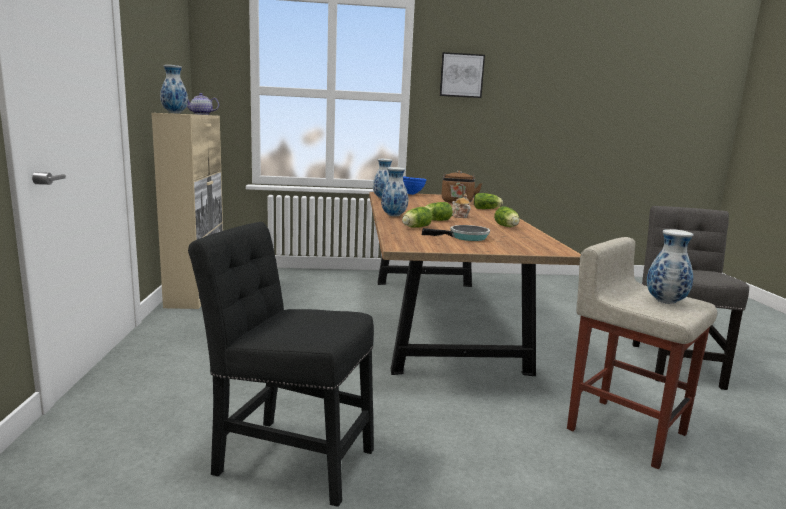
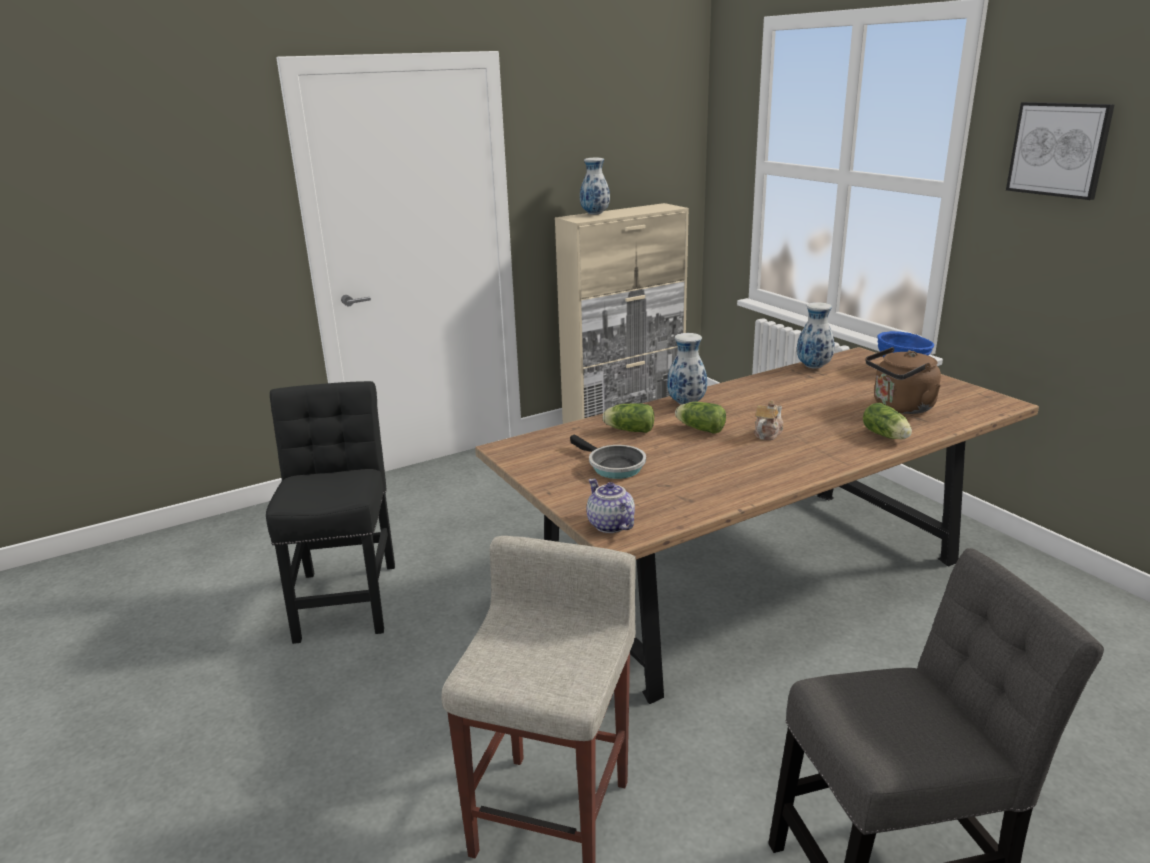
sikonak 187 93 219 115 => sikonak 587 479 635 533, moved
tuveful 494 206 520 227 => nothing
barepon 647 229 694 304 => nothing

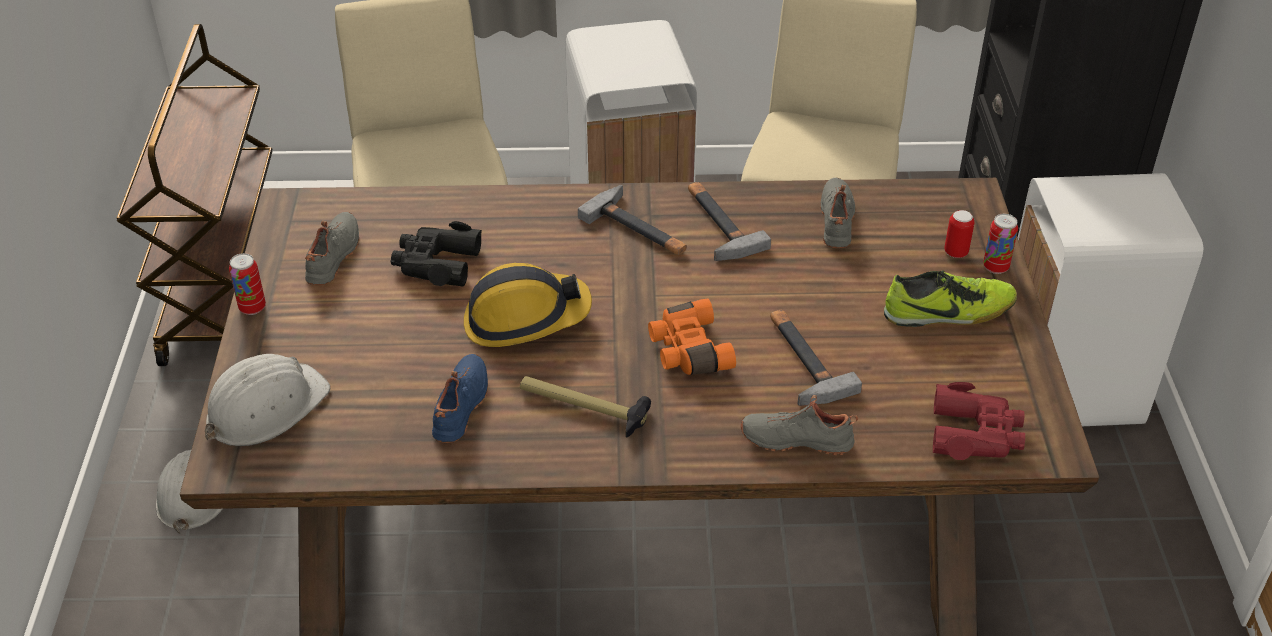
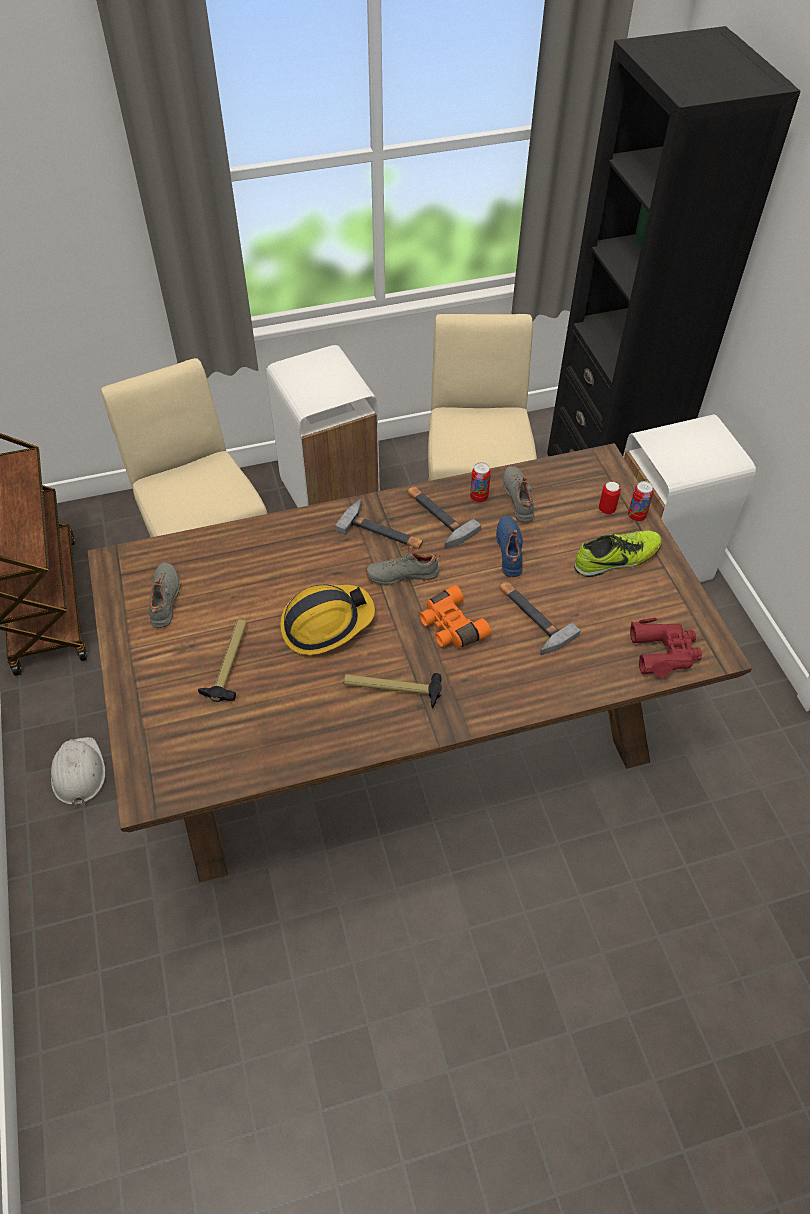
nothing => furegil 198 619 247 702
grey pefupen 741 395 858 456 => grey pefupen 366 546 441 586, moved
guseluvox 229 253 266 315 => guseluvox 470 462 491 503, moved
blue pefupen 432 354 488 443 => blue pefupen 496 516 523 577, moved
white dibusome 205 354 330 446 => nothing
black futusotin 391 221 482 286 => nothing

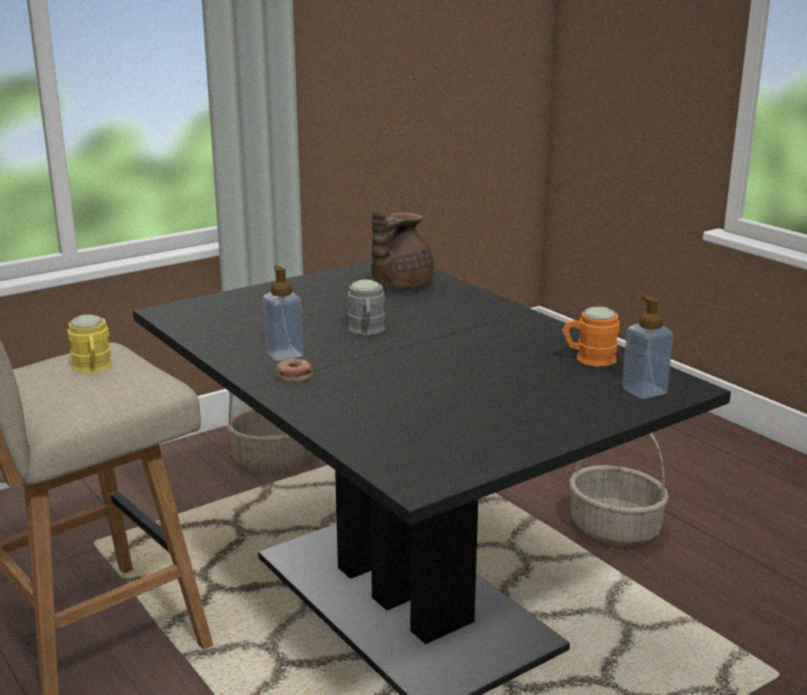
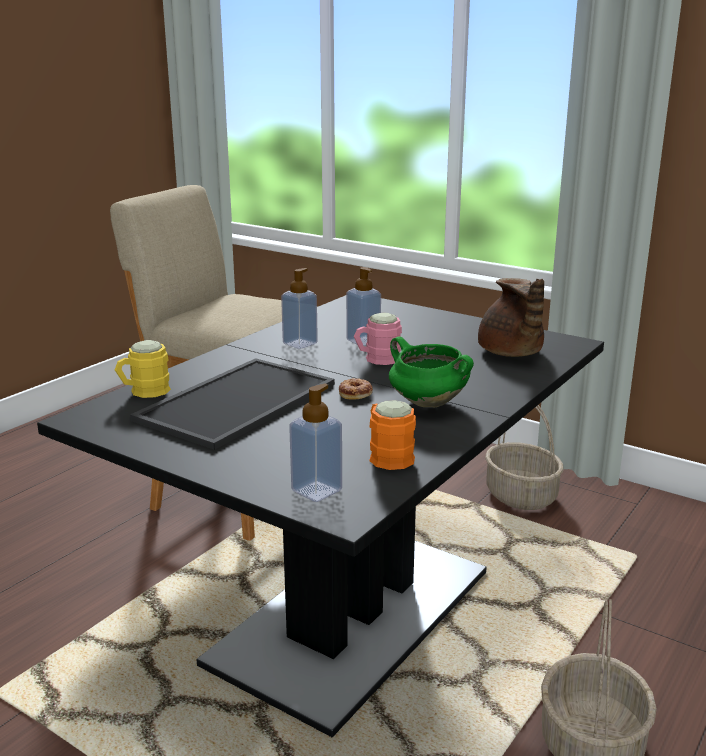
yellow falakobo 68 314 113 374 => yellow falakobo 115 340 171 398, moved
nothing => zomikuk 130 358 335 450
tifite 276 358 313 381 => tifite 339 378 373 399, moved
nothing => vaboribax 346 267 381 346
grey falakobo 348 279 385 335 => pink falakobo 354 313 402 365
nothing => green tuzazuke 389 336 474 407
brown sikonak 371 211 434 288 => brown sikonak 478 278 544 357, 120 degrees counterclockwise

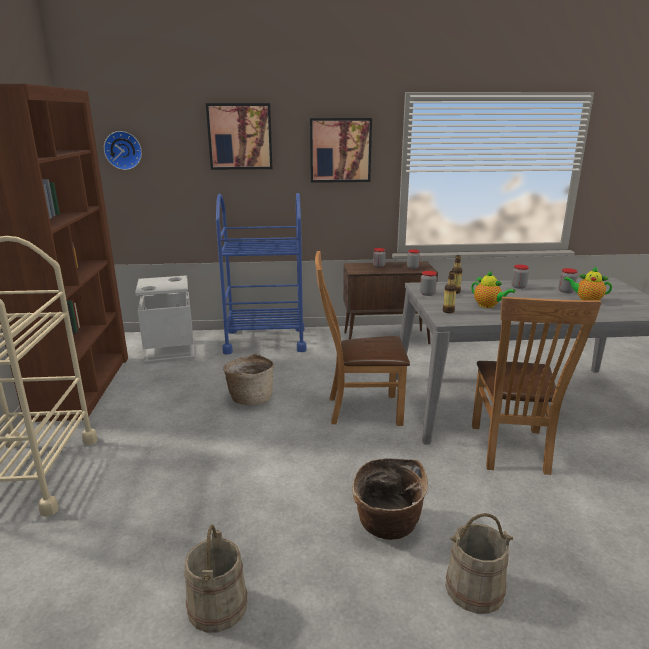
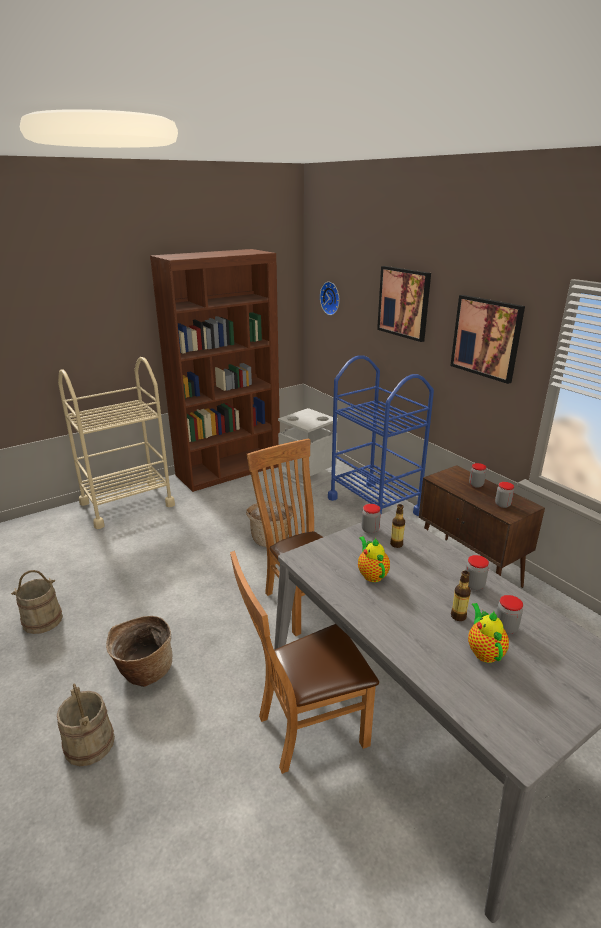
sikonak 471 271 515 308 => sikonak 358 536 390 582, 150 degrees clockwise
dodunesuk 443 271 456 313 => dodunesuk 451 571 471 621, moved

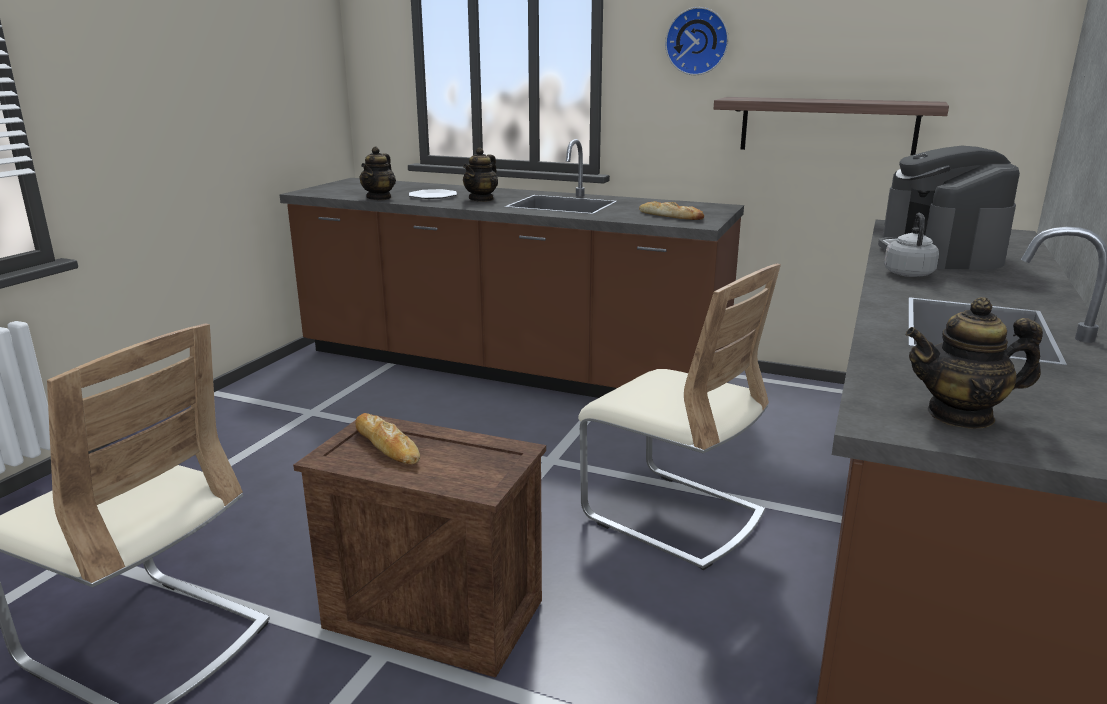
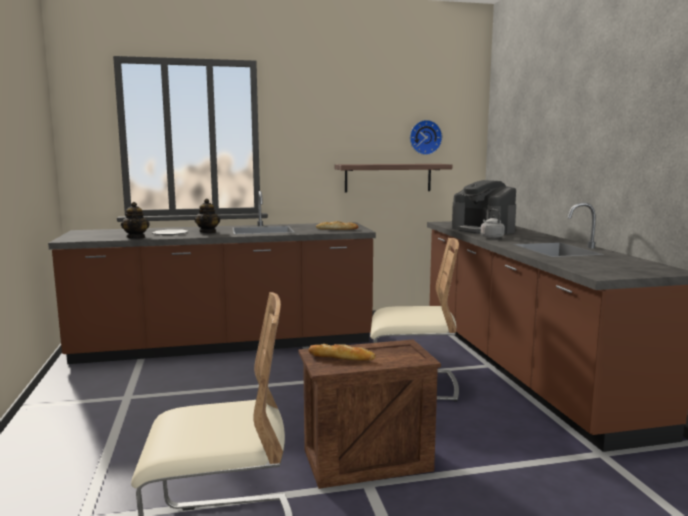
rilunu 665 7 729 75 => rilunu 410 120 442 155, moved
sikonak 906 297 1043 429 => nothing

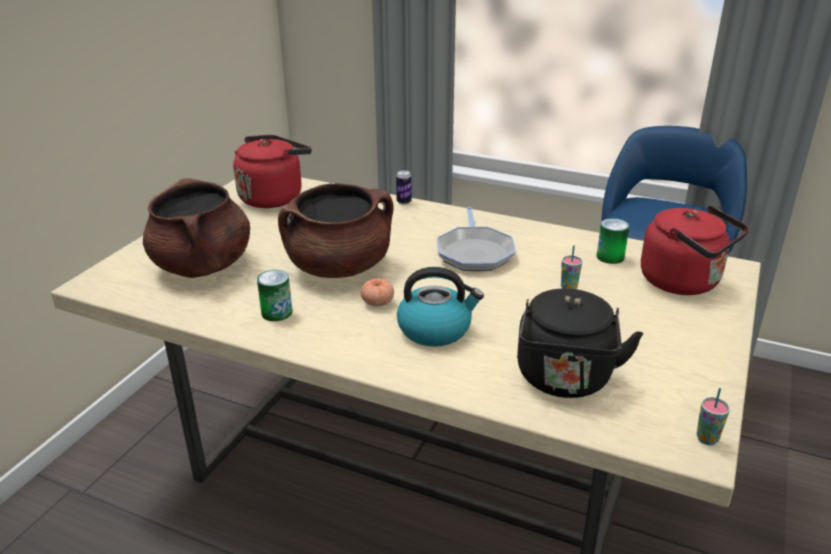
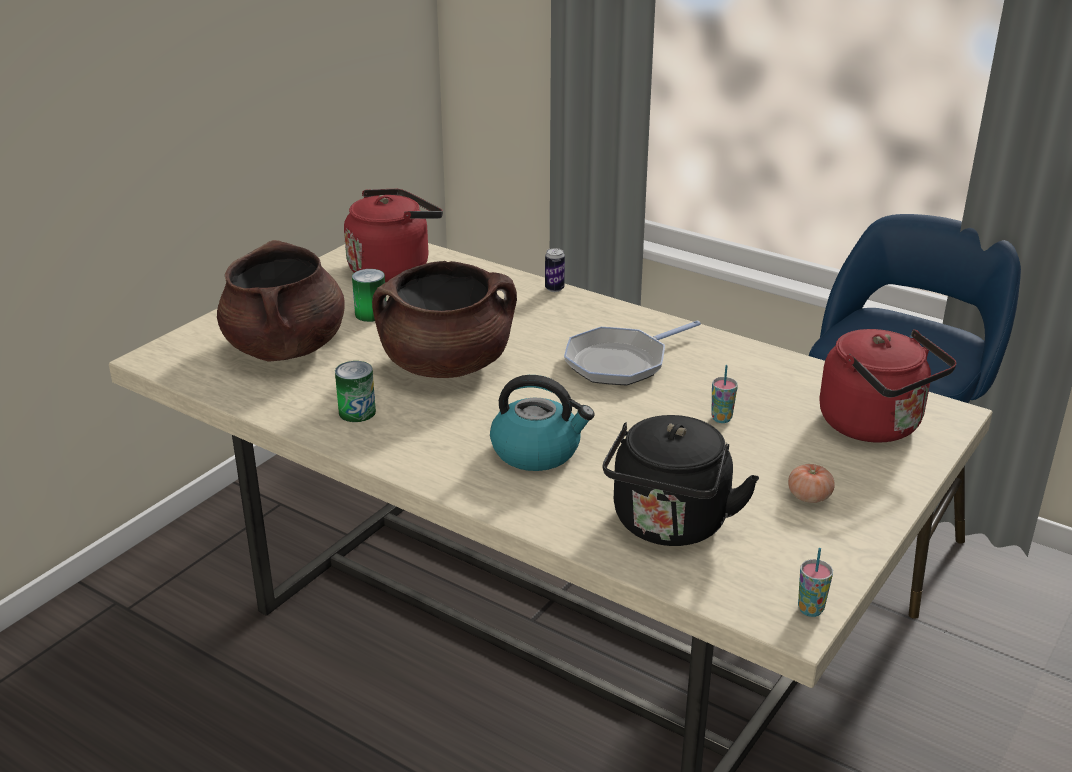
guseluvox 597 218 629 264 => guseluvox 352 269 386 322, moved
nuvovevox 437 207 516 271 => nuvovevox 564 321 701 385, 45 degrees clockwise
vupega 361 278 394 307 => vupega 788 464 835 503, moved

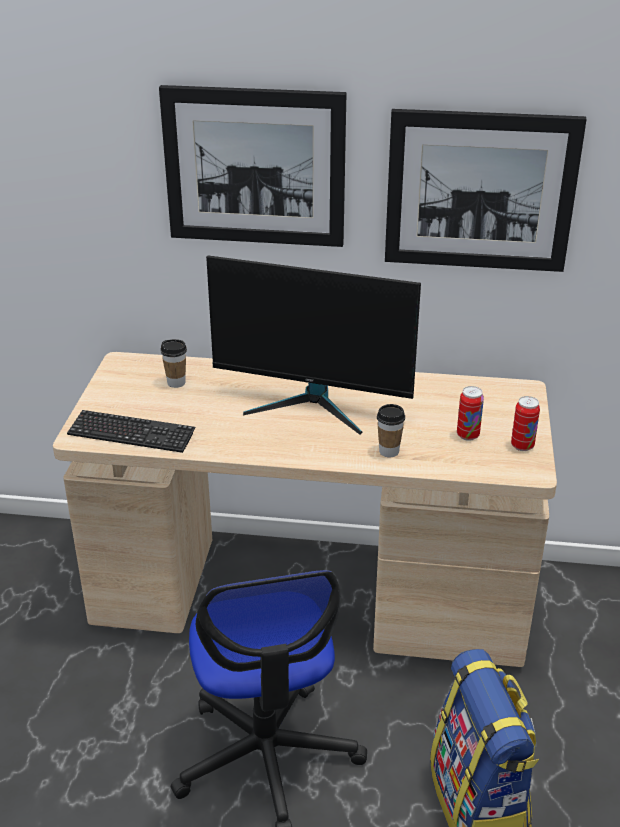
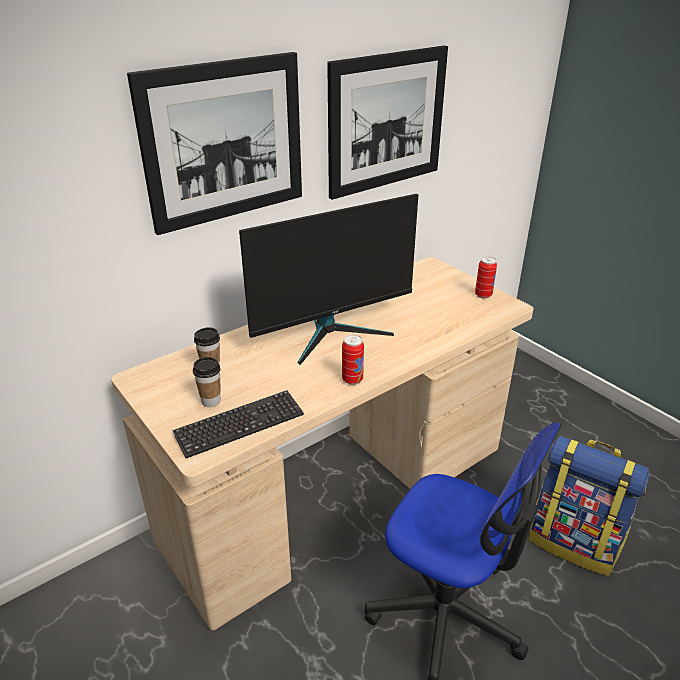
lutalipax 377 404 405 457 => lutalipax 193 357 221 407, moved
guseluvox 457 386 484 441 => guseluvox 342 335 364 385, moved

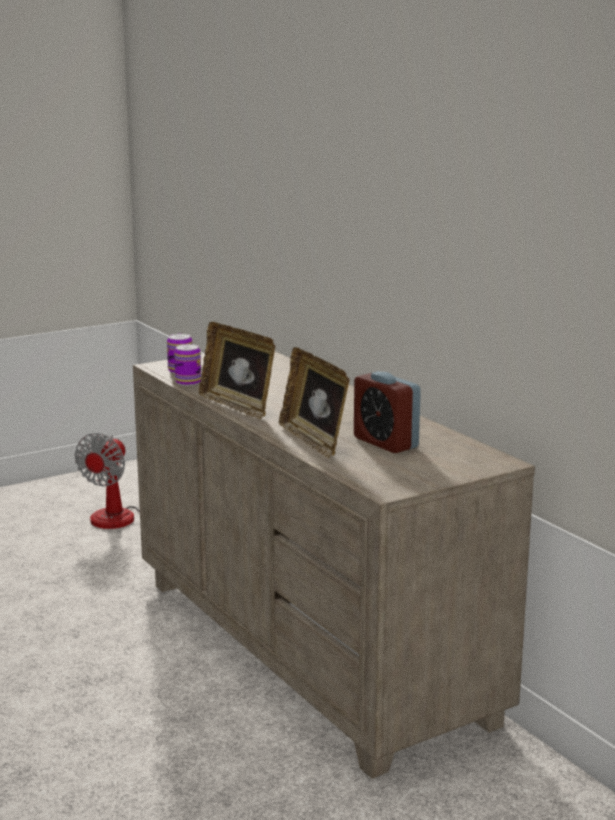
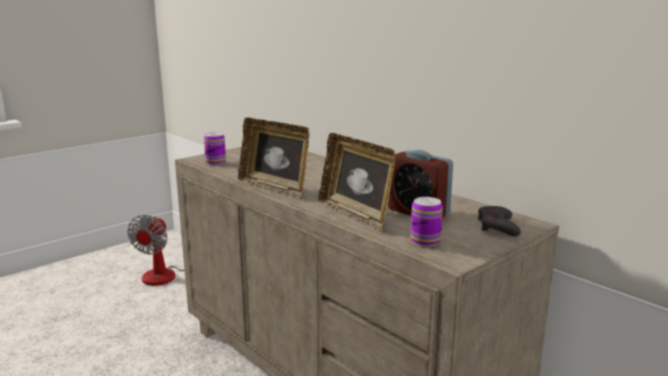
guseluvox 174 344 201 386 => guseluvox 411 197 443 246, moved
nothing => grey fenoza 478 206 521 237

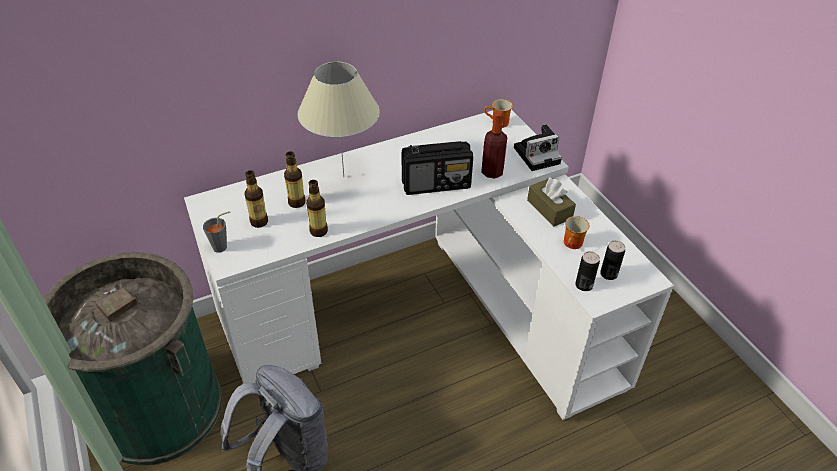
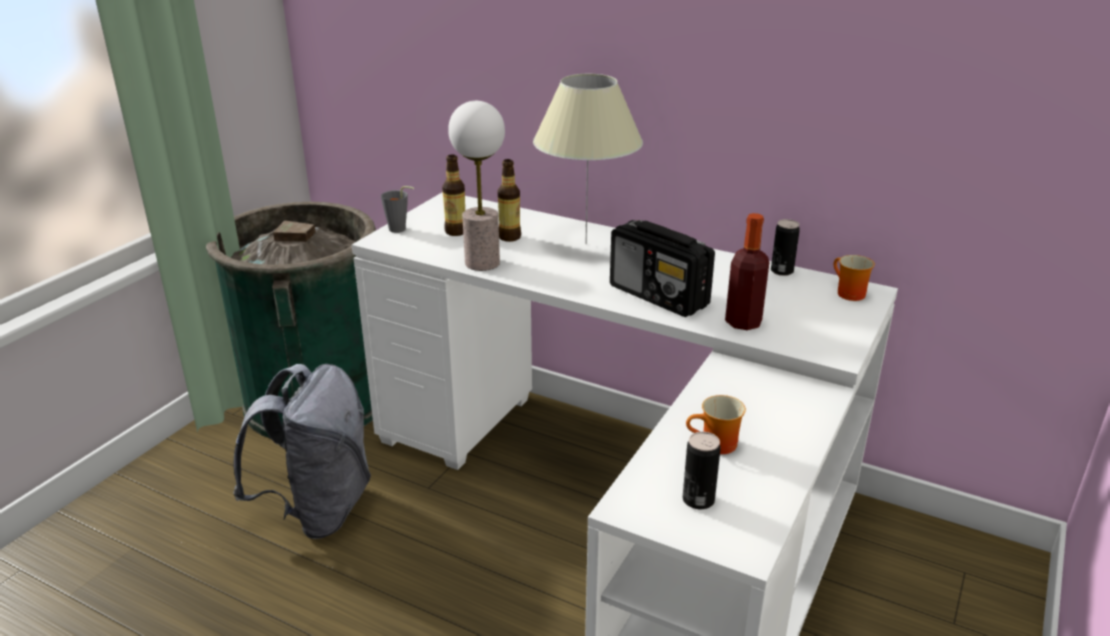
dodunesuk 306 180 328 237 => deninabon 448 101 505 271
guseluvox 575 251 600 291 => guseluvox 771 219 800 276, moved
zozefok 514 125 562 171 => nothing
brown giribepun 527 178 576 226 => nothing

